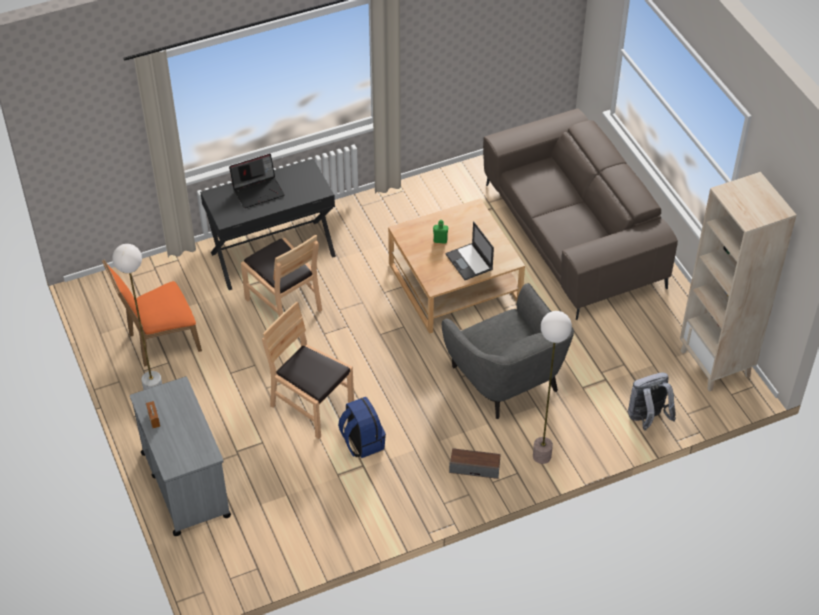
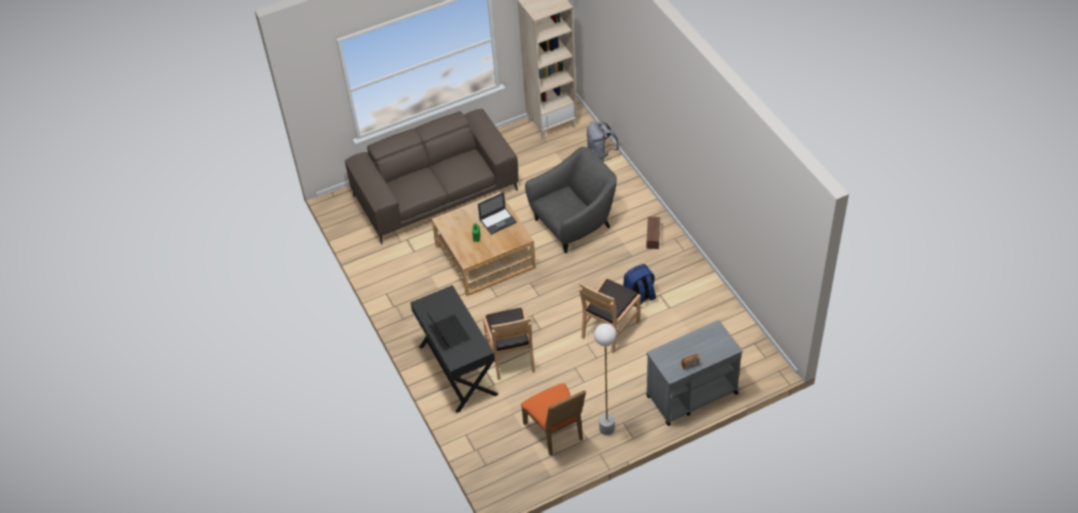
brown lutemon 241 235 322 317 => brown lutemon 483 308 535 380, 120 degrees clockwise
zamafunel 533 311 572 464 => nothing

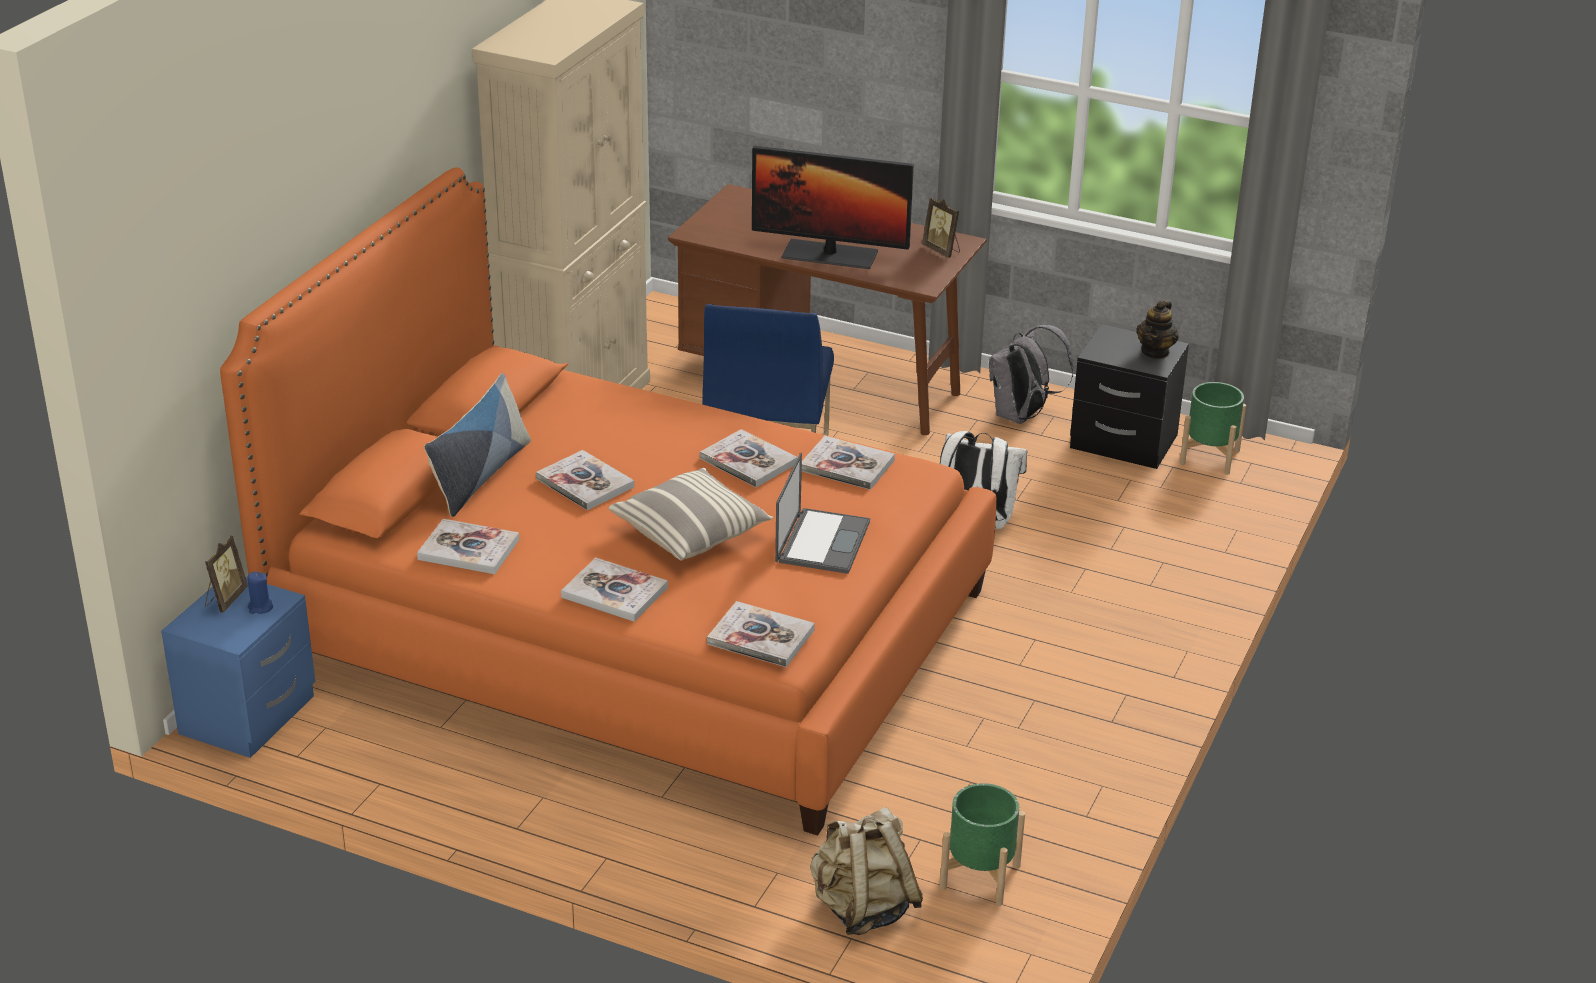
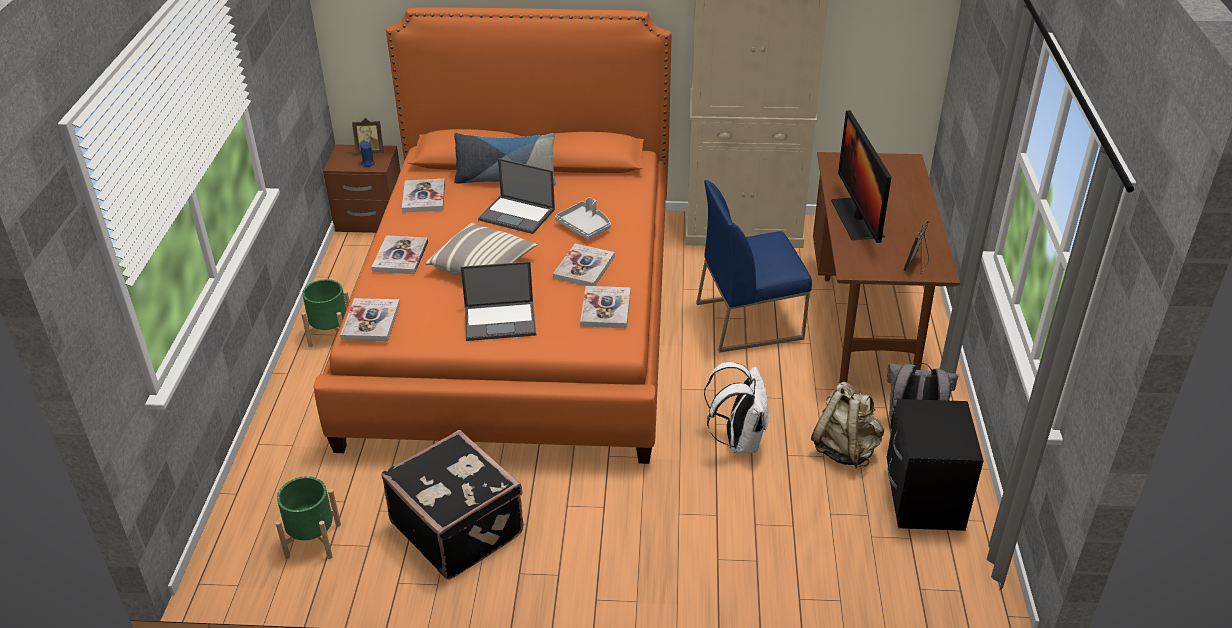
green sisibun 1180 382 1246 475 => green sisibun 301 279 350 347, moved
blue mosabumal 161 578 315 758 => brown mosabumal 323 144 400 233
nothing => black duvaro 382 430 523 580
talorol 536 450 634 510 => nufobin 478 158 555 234
nothing => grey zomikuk 555 197 611 240
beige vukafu 810 807 923 935 => beige vukafu 811 382 884 468, moved
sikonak 1136 300 1179 359 => nothing

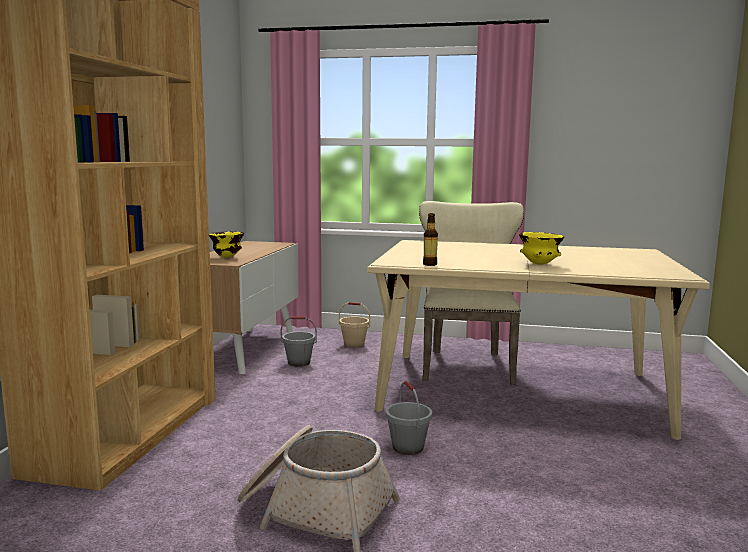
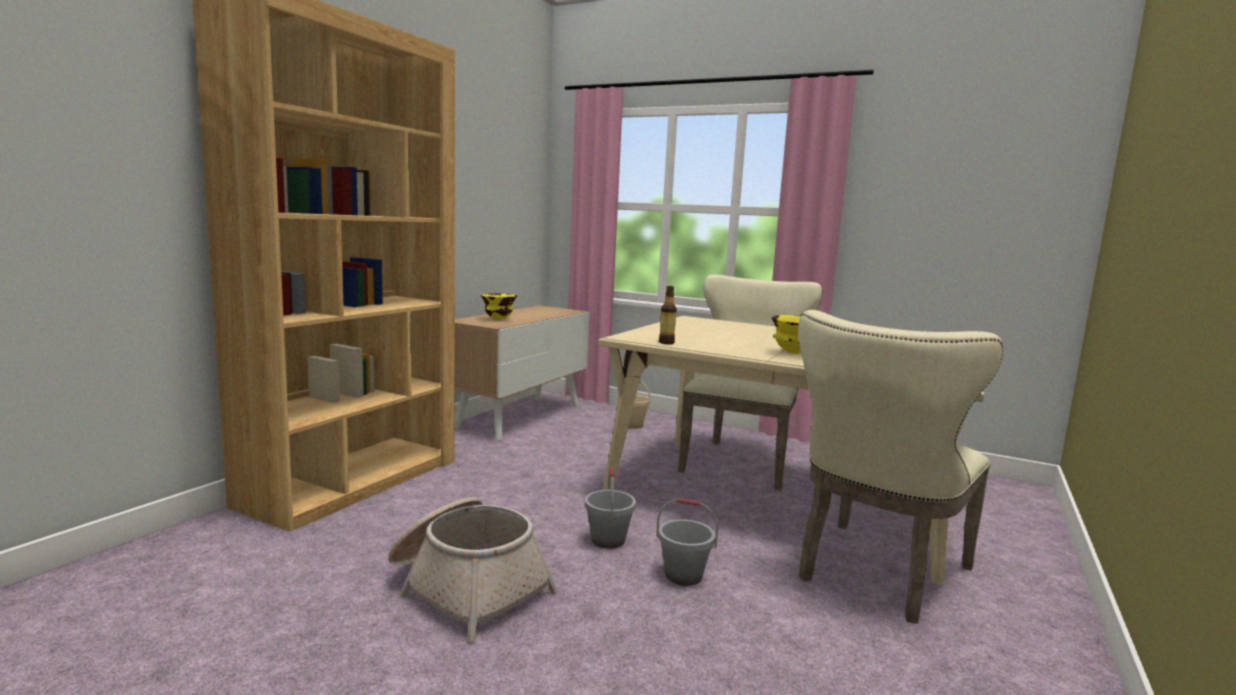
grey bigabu 281 316 317 367 => grey bigabu 656 498 718 586, moved
nothing => beige lutemon 798 310 1003 624

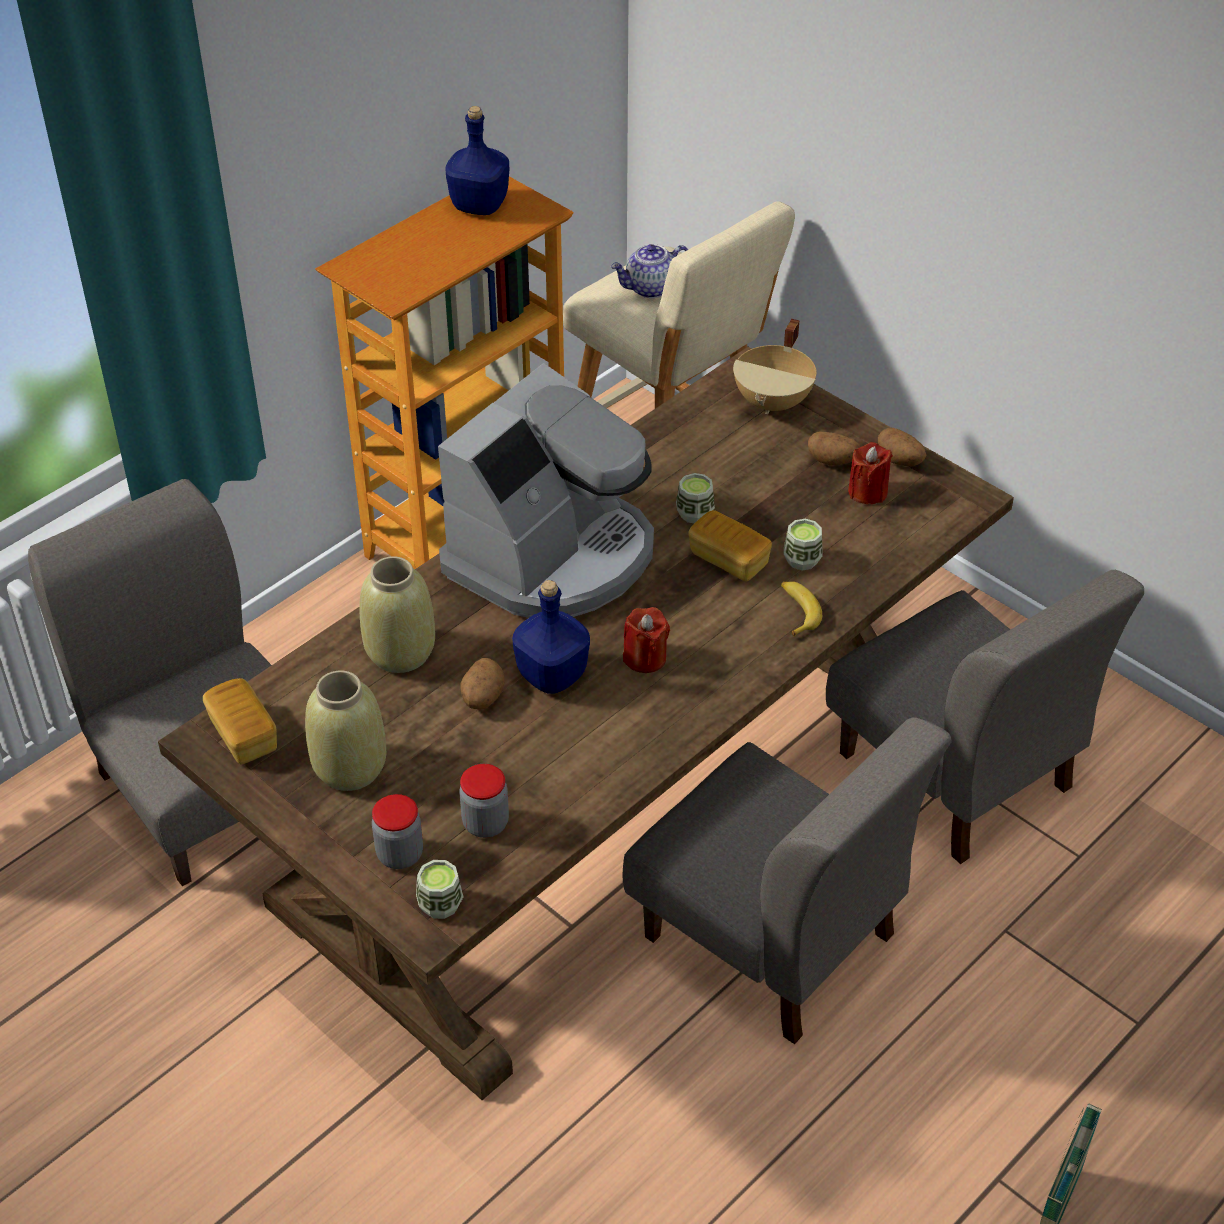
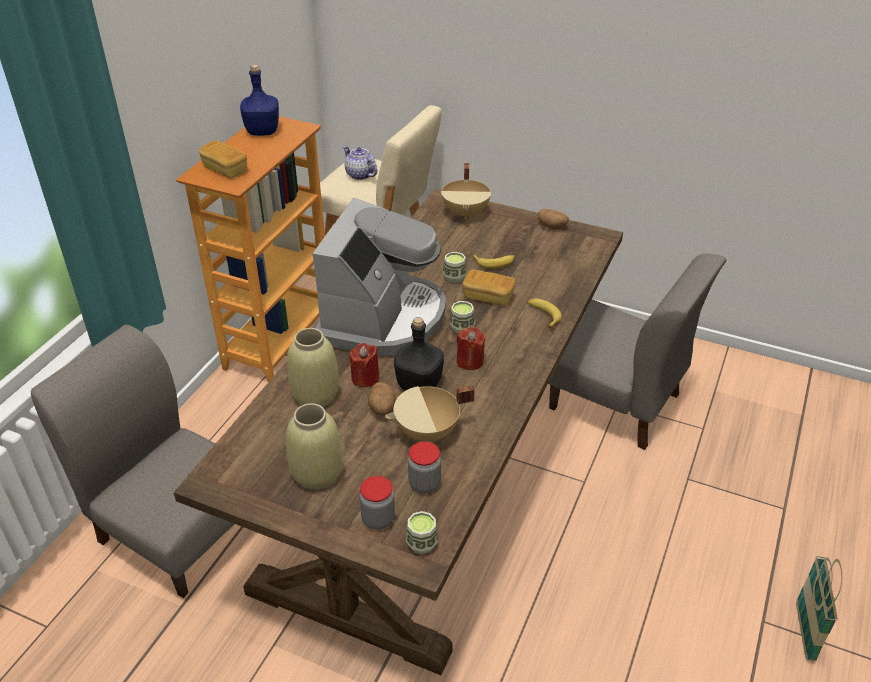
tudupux 203 678 277 764 => tudupux 199 140 248 179, moved
sikonak 611 244 688 298 => sikonak 343 146 377 180, 90 degrees clockwise
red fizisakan 848 442 893 504 => red fizisakan 350 343 379 387, moved
nothing => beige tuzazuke 385 385 475 443
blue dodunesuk 512 580 590 694 => black dodunesuk 394 317 444 391
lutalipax 784 519 822 570 => lutalipax 449 301 475 334, moved
nothing => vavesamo 472 254 515 269
grey lutemon 622 718 952 1044 => nothing
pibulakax 808 432 860 466 => nothing

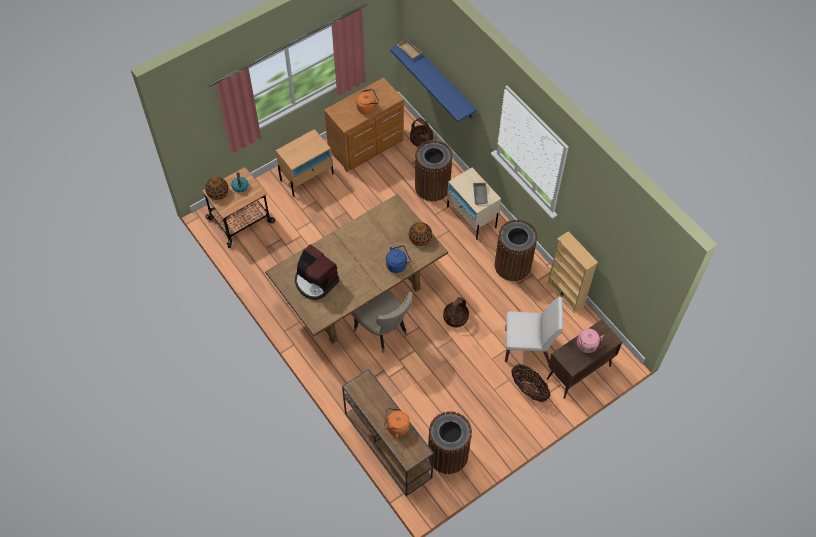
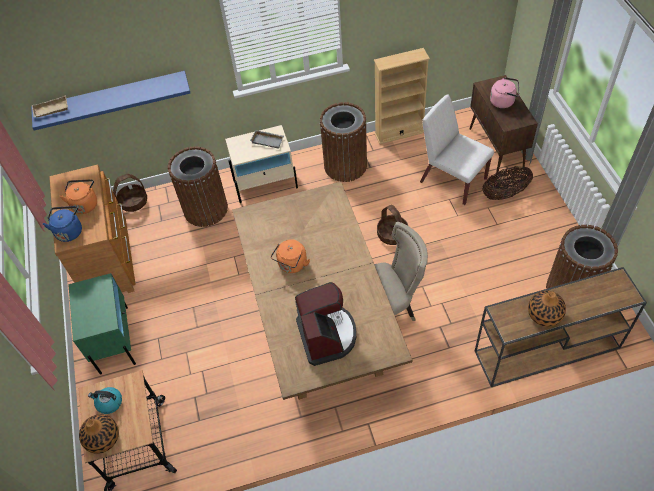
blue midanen 386 245 411 273 => blue midanen 43 206 82 242, moved
beige mosabumal 276 129 334 197 => green mosabumal 68 273 136 374
orange midanen 384 408 410 438 => orange midanen 271 239 310 273, moved
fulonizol 295 244 339 300 => fulonizol 295 282 356 366, 75 degrees counterclockwise
white lutemon 505 296 563 364 => white lutemon 420 94 494 205, 75 degrees counterclockwise
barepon 409 222 432 246 => barepon 528 290 566 327, moved

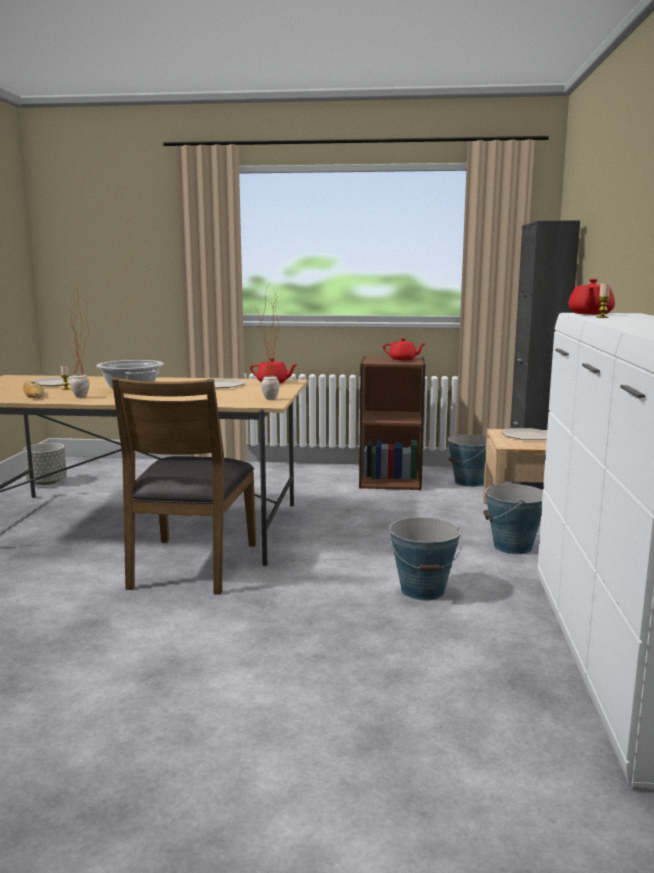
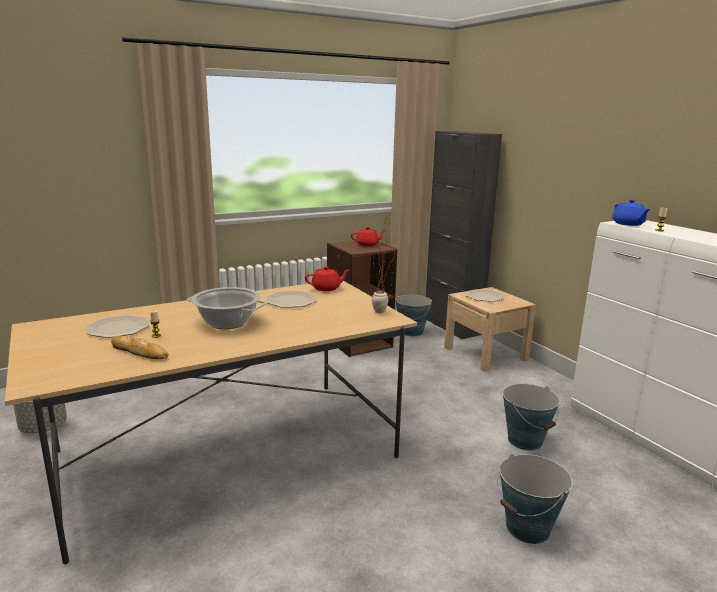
bigabu 484 482 543 554 => bigabu 497 454 573 544, moved
red sikonak 568 279 615 315 => blue sikonak 612 199 651 226
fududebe 66 288 90 398 => nothing
brown lutemon 112 377 256 595 => nothing

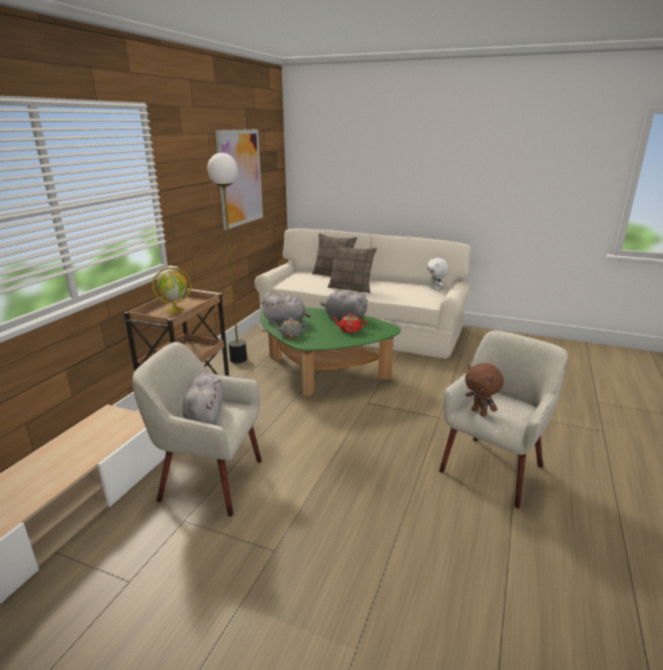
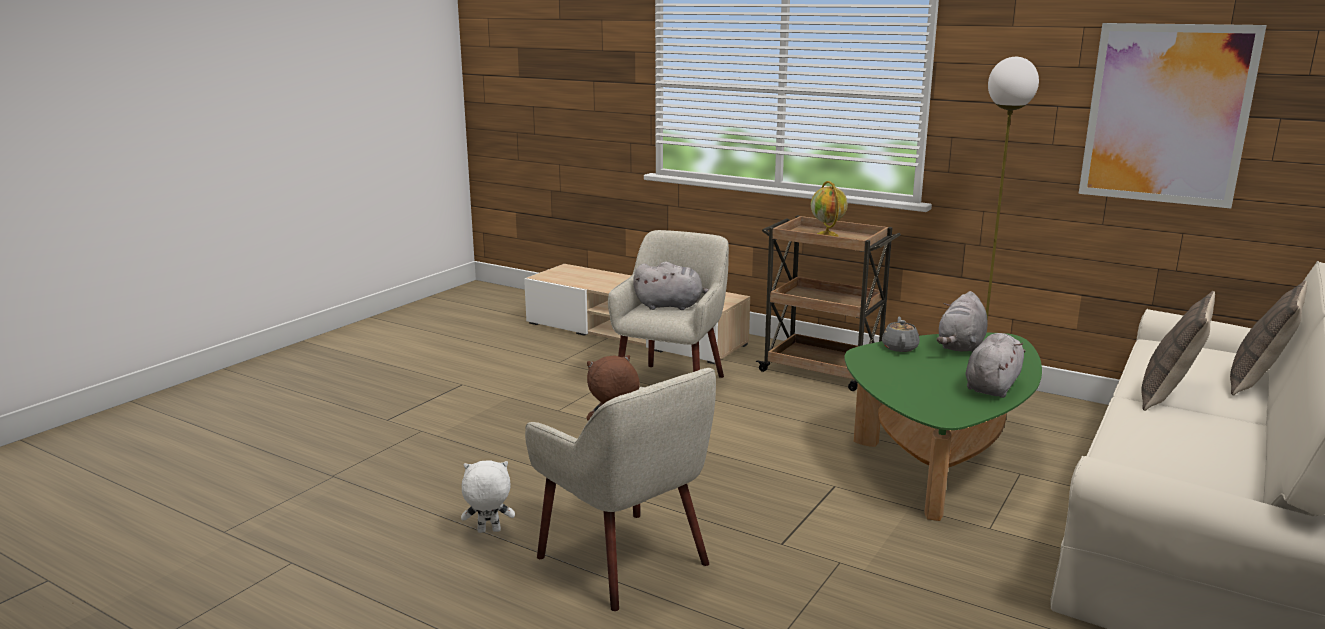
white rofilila 427 258 448 291 => white rofilila 461 460 515 533, moved
red sikonak 333 314 367 333 => nothing

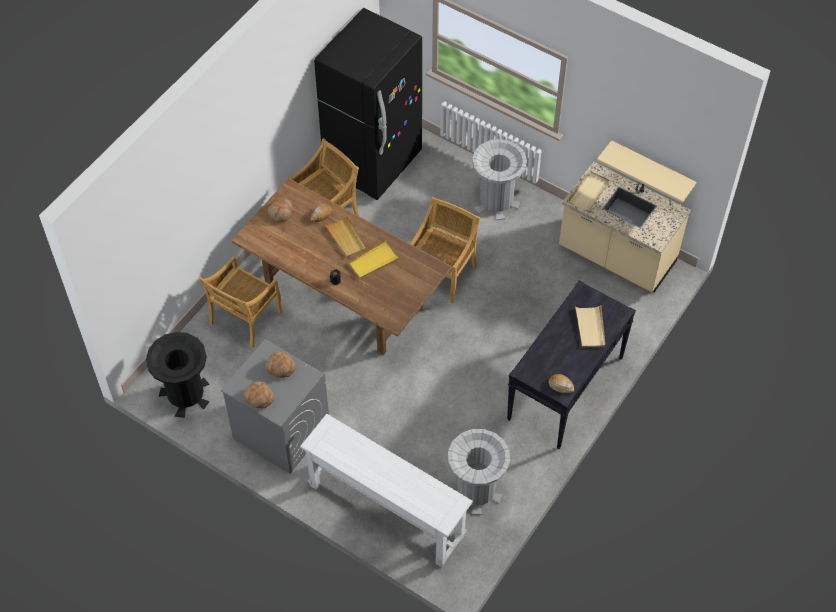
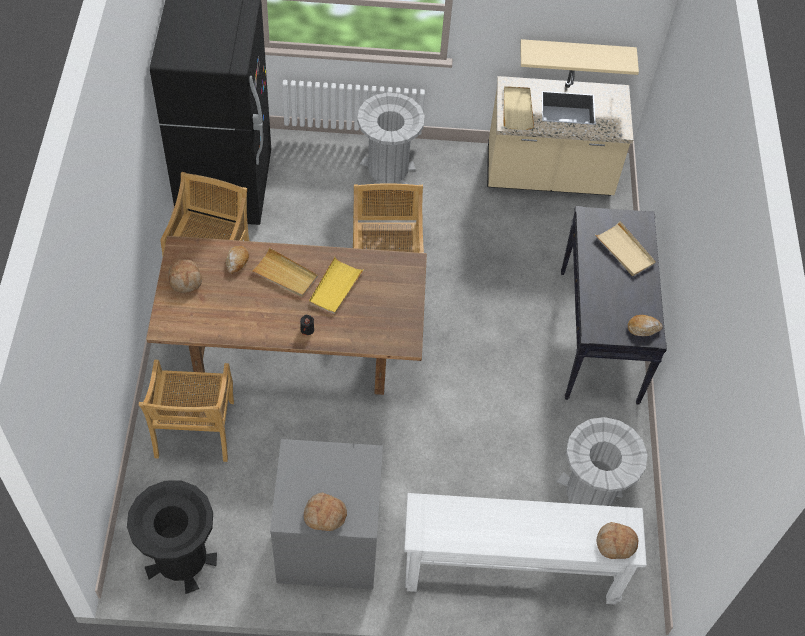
tudupux 265 351 296 378 => tudupux 596 522 638 559, moved

